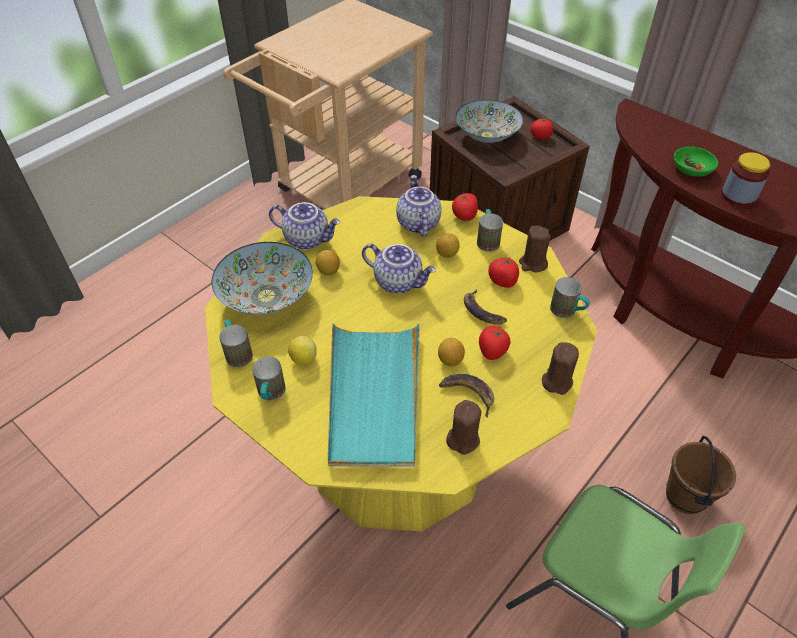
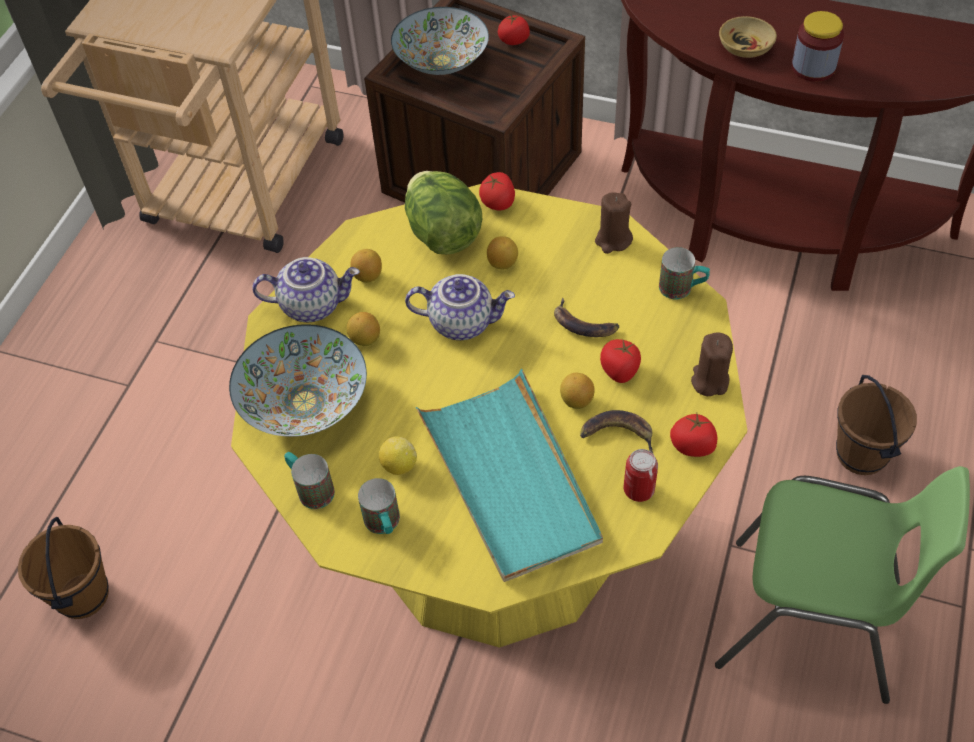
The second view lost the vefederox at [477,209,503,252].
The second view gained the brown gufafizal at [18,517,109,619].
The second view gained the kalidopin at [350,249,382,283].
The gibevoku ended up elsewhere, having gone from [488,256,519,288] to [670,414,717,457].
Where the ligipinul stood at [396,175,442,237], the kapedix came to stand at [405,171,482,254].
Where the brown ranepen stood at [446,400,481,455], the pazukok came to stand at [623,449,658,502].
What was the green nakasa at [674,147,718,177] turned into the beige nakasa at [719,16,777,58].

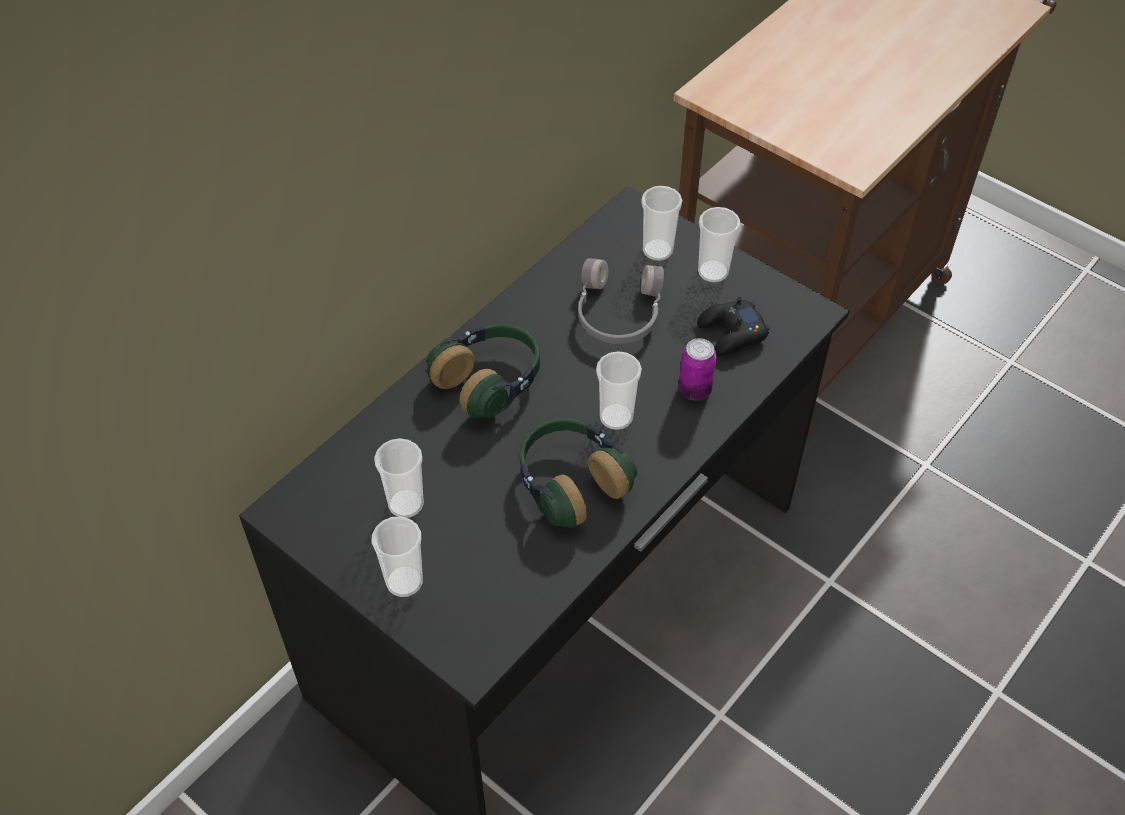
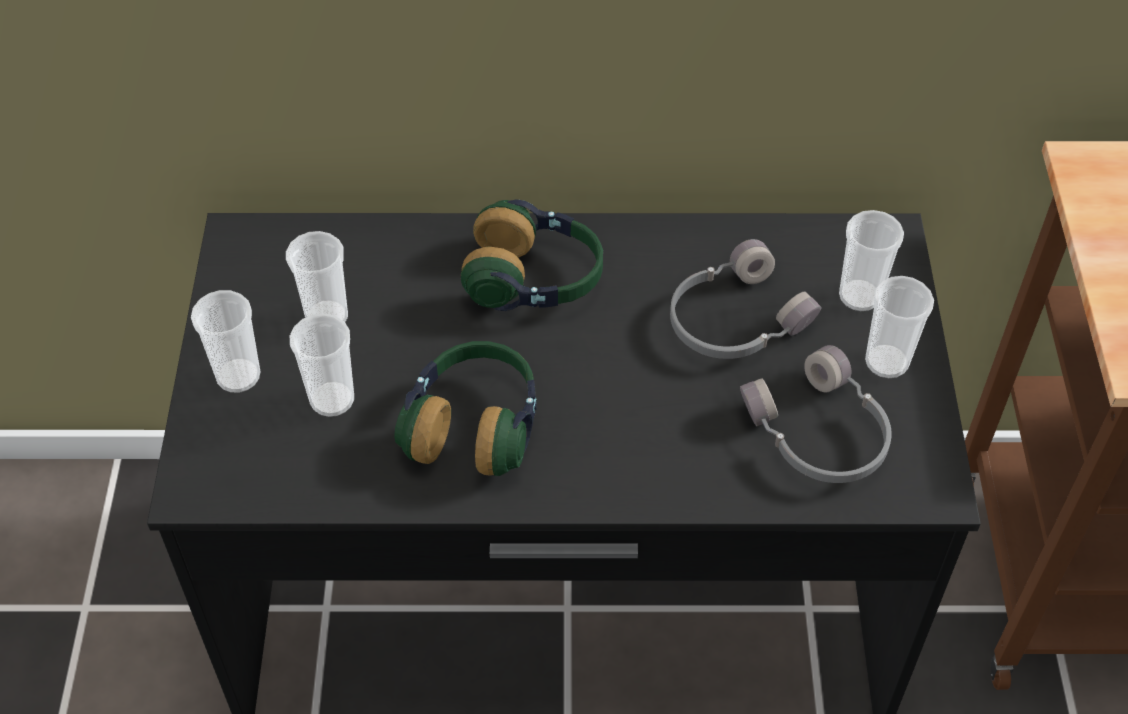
The second view lost the pazukok at [679,338,717,400].
The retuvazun ended up elsewhere, having gone from [596,351,642,430] to [290,313,354,417].
Where the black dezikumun stood at [697,297,770,356], the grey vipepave came to stand at [740,345,892,483].

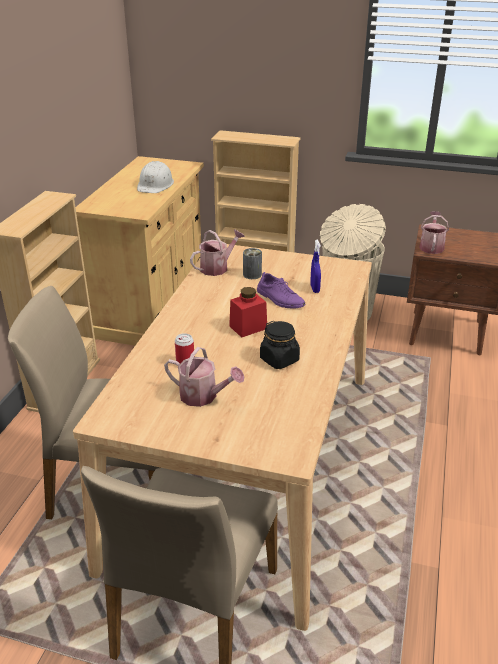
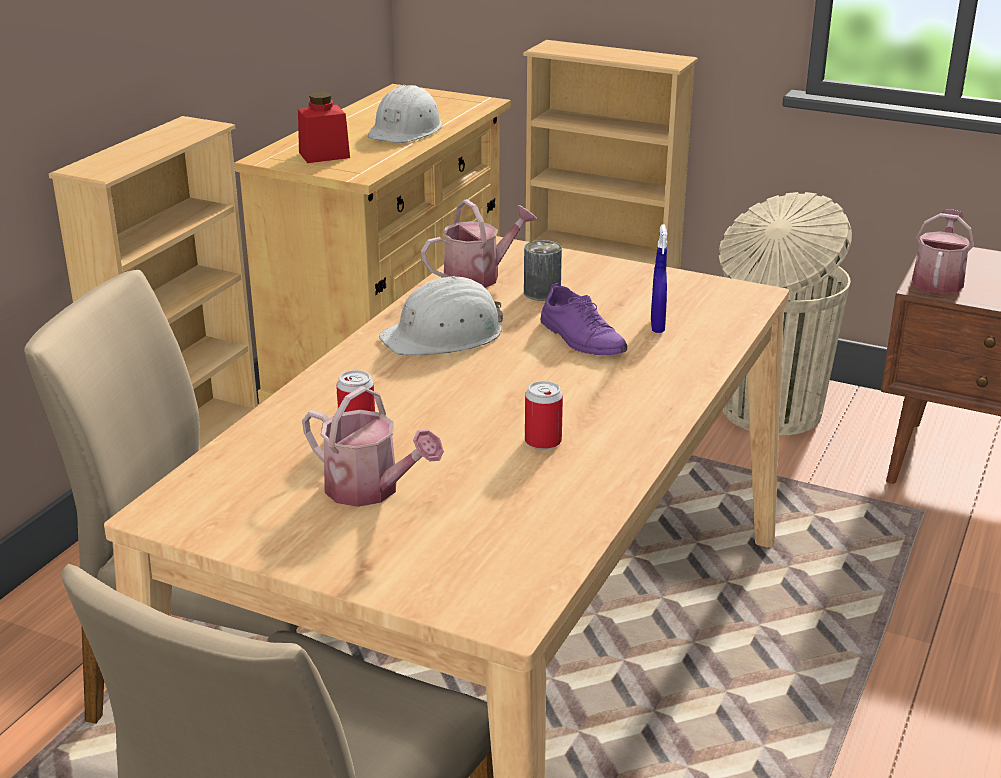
The second view gained the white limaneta at [379,276,503,356].
The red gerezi ended up elsewhere, having gone from [229,287,267,338] to [298,92,350,163].
Where the black gerezi stood at [260,321,300,369], the pazukok came to stand at [525,381,563,449].

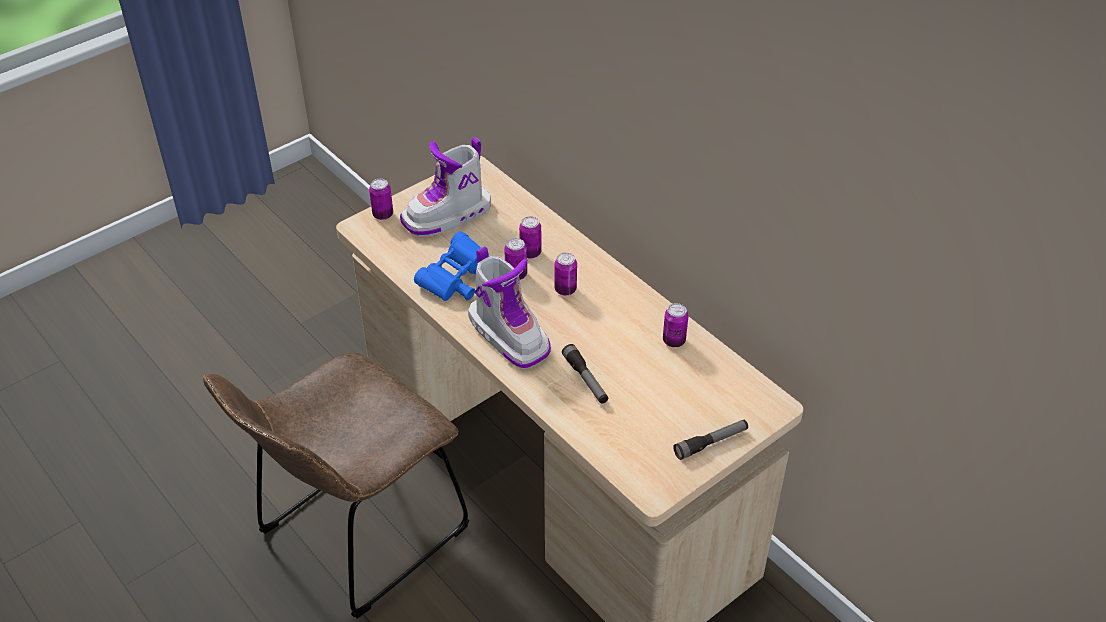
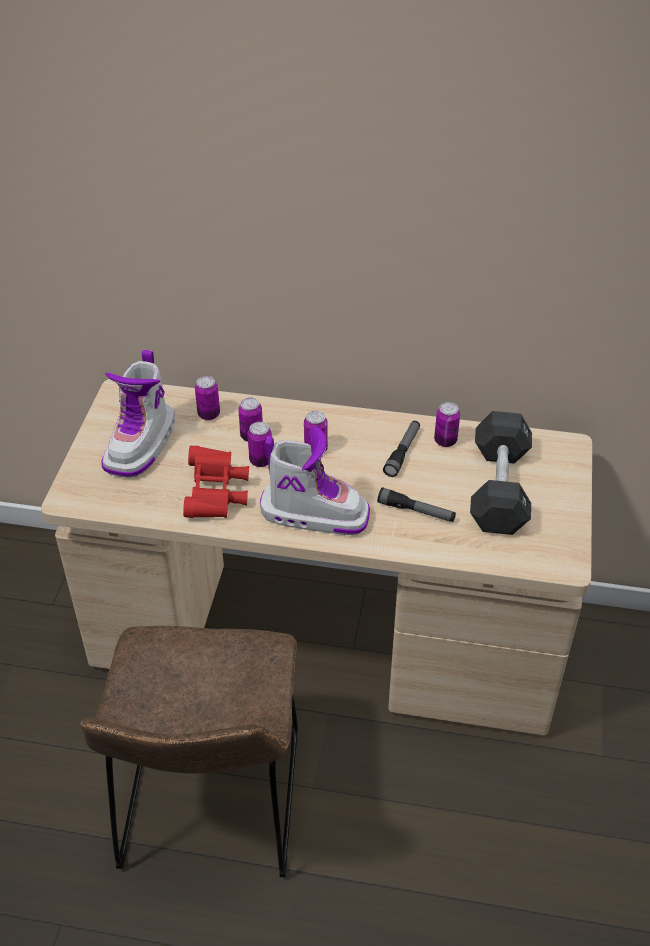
The second view gained the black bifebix at [470,411,532,535].
The pazukok ended up elsewhere, having gone from [369,179,393,220] to [195,376,220,420].
The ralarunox ended up elsewhere, having gone from [673,420,748,460] to [383,421,420,477].
What was the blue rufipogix at [414,231,489,301] turned into the red rufipogix at [183,446,249,518].

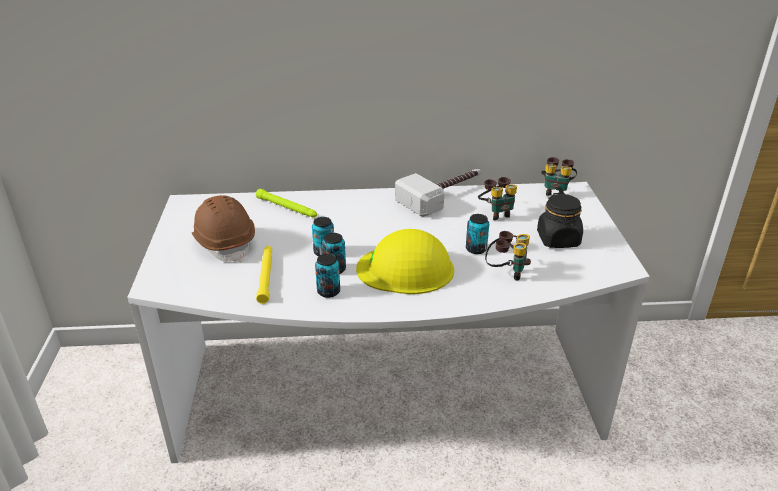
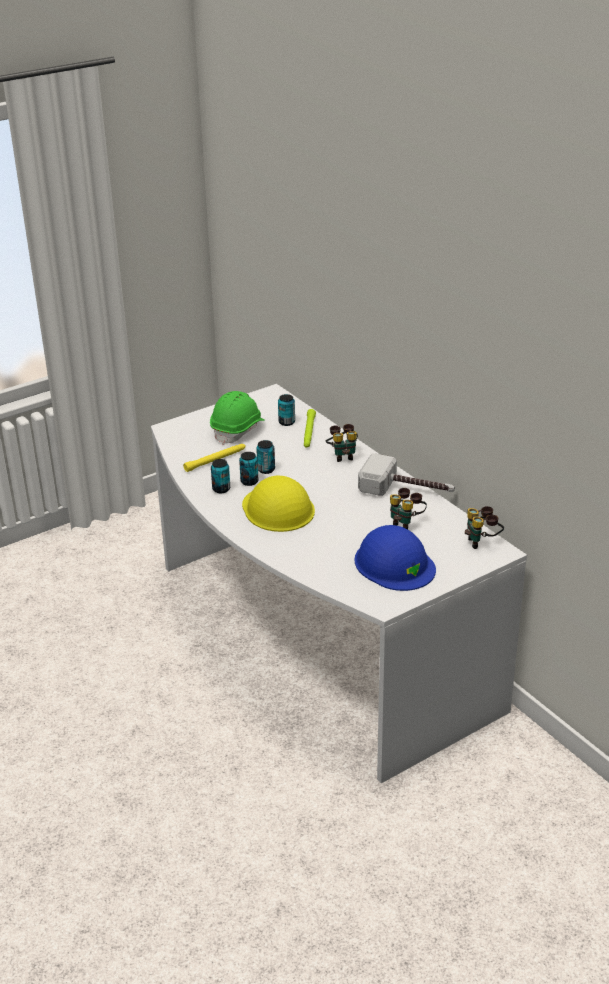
The pazukok ended up elsewhere, having gone from [466,214,489,254] to [278,394,295,426].
The rufipogix ended up elsewhere, having gone from [485,231,531,281] to [326,424,358,462].
Where the black gerezi stood at [537,193,583,248], the blue limaneta came to stand at [354,525,436,591].
What was the brown limaneta at [192,195,255,262] turned into the green limaneta at [210,391,265,445].

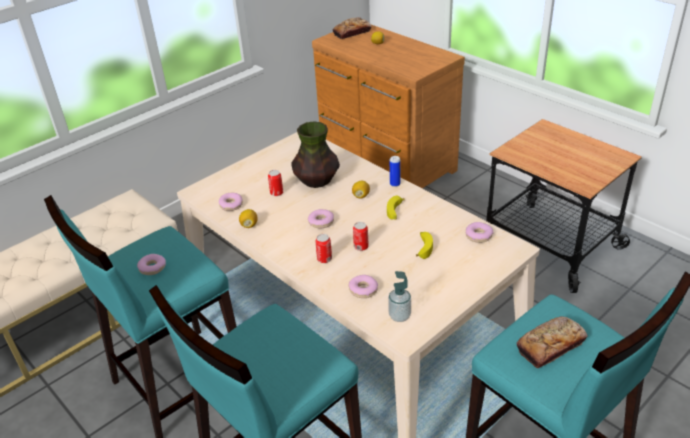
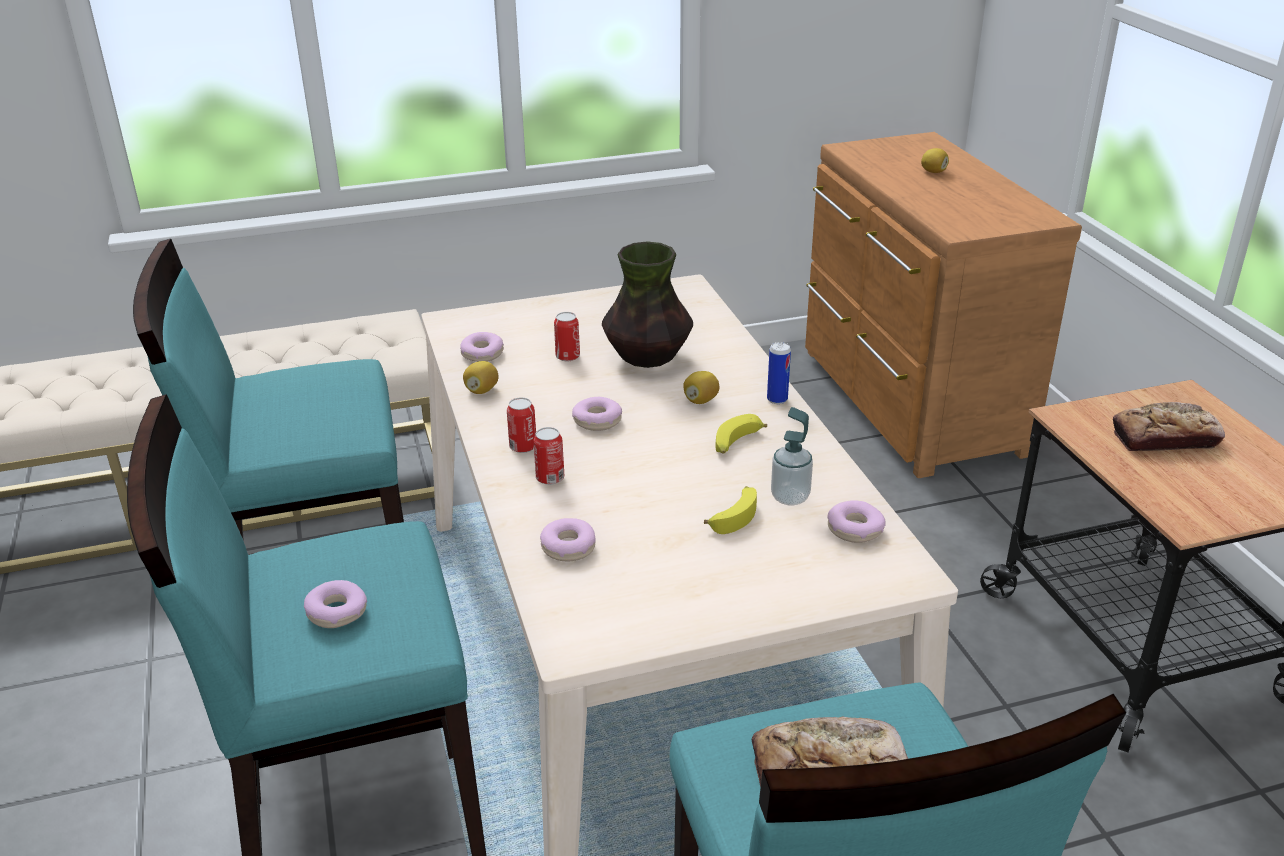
The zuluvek ended up elsewhere, having gone from [137,254,166,275] to [304,580,367,628].
The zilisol ended up elsewhere, having gone from [333,17,372,39] to [1113,402,1225,451].
The pazukok ended up elsewhere, having gone from [353,222,369,251] to [507,397,536,453].
The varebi ended up elsewhere, having gone from [388,271,411,322] to [771,407,813,506].

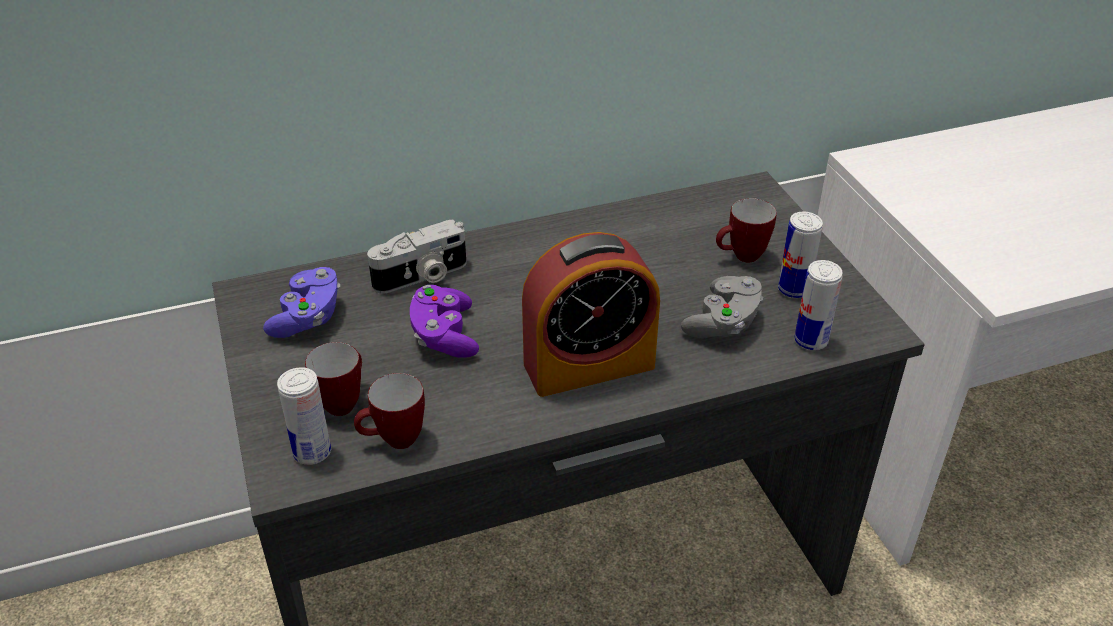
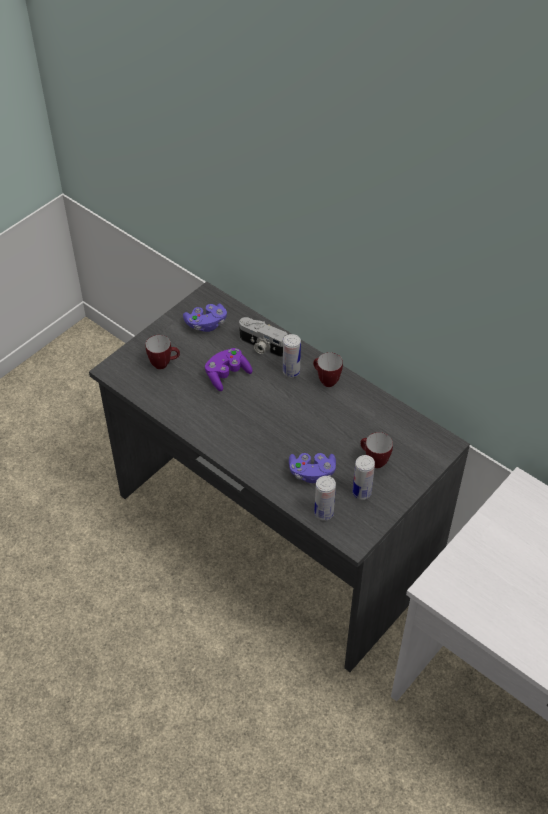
The second view lost the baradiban at [522,232,660,397].
The pazukok ended up elsewhere, having gone from [277,367,331,465] to [283,334,301,377].
The vefederox ended up elsewhere, having gone from [354,373,425,449] to [313,352,343,387].
What was the grey dezikumun at [681,276,763,338] turned into the purple dezikumun at [289,453,336,483].

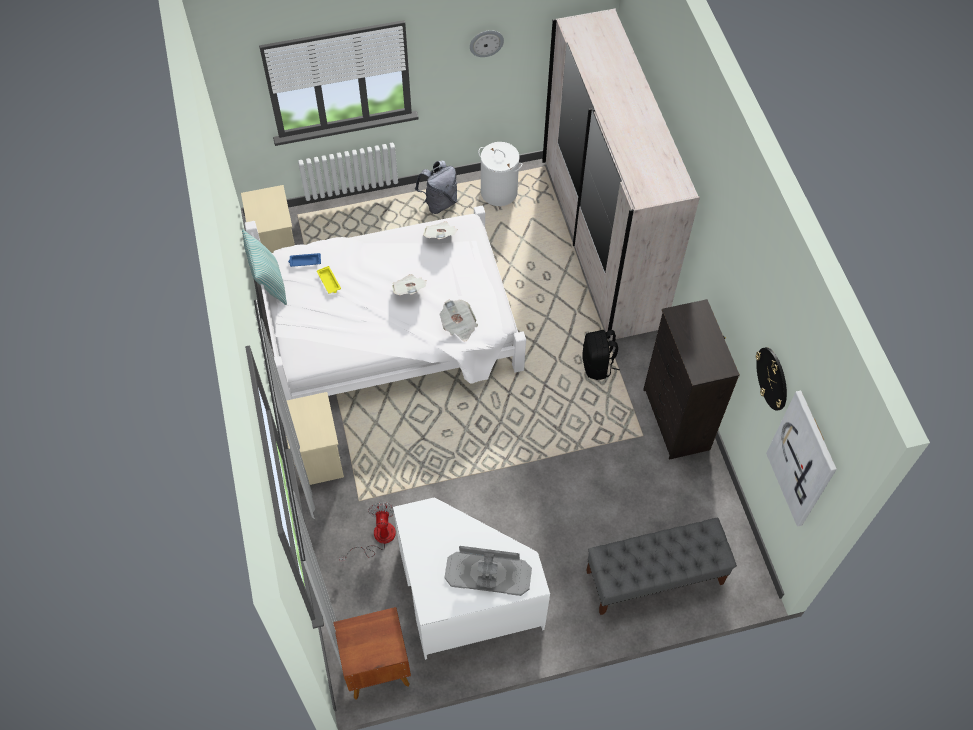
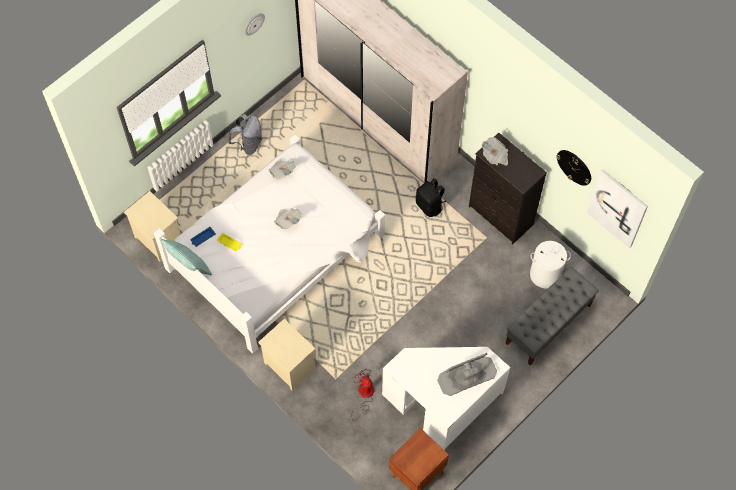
The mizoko ended up elsewhere, having gone from [440,299,478,341] to [482,137,508,165].
The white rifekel ended up elsewhere, having gone from [478,142,522,206] to [530,241,571,289].

